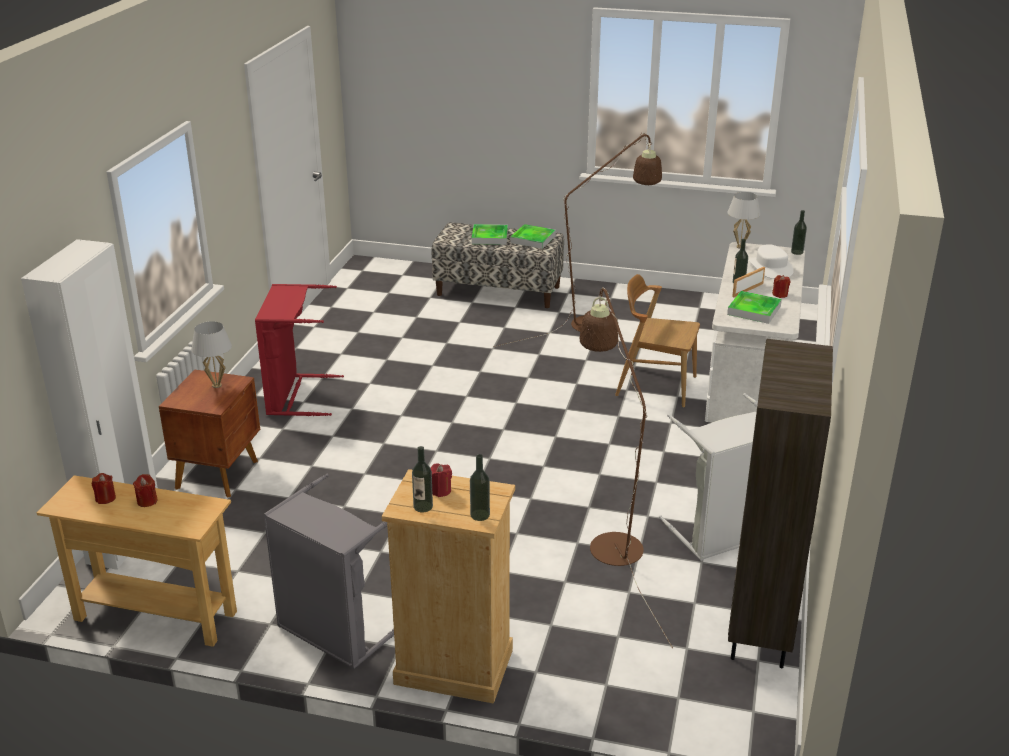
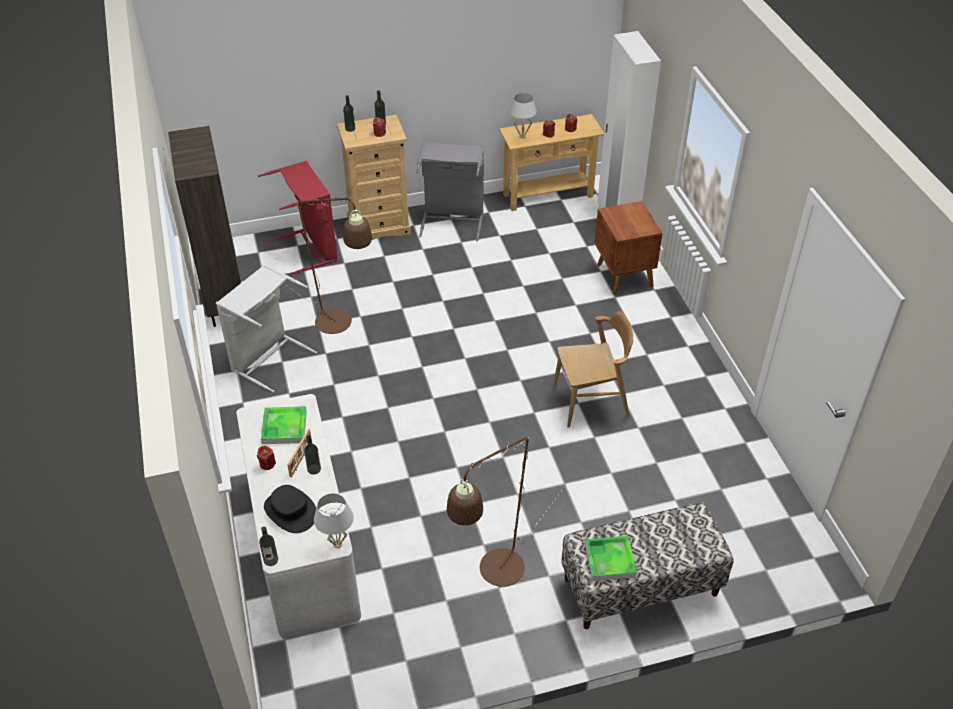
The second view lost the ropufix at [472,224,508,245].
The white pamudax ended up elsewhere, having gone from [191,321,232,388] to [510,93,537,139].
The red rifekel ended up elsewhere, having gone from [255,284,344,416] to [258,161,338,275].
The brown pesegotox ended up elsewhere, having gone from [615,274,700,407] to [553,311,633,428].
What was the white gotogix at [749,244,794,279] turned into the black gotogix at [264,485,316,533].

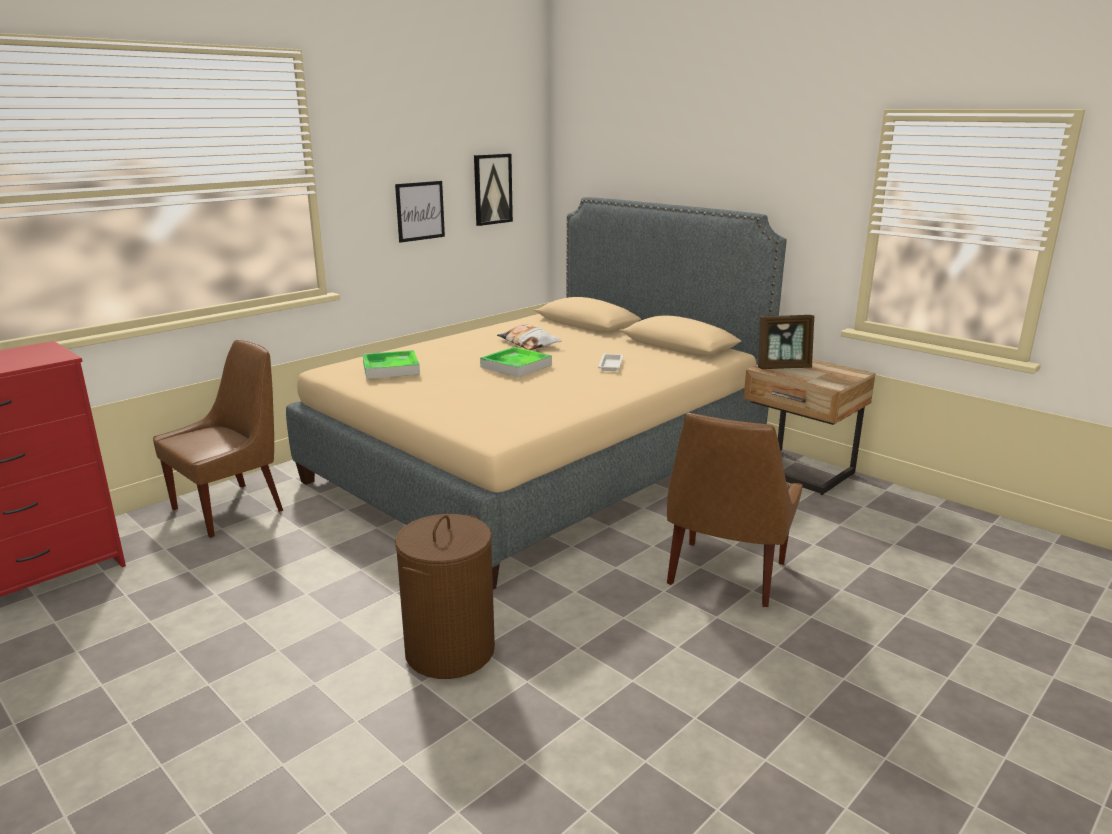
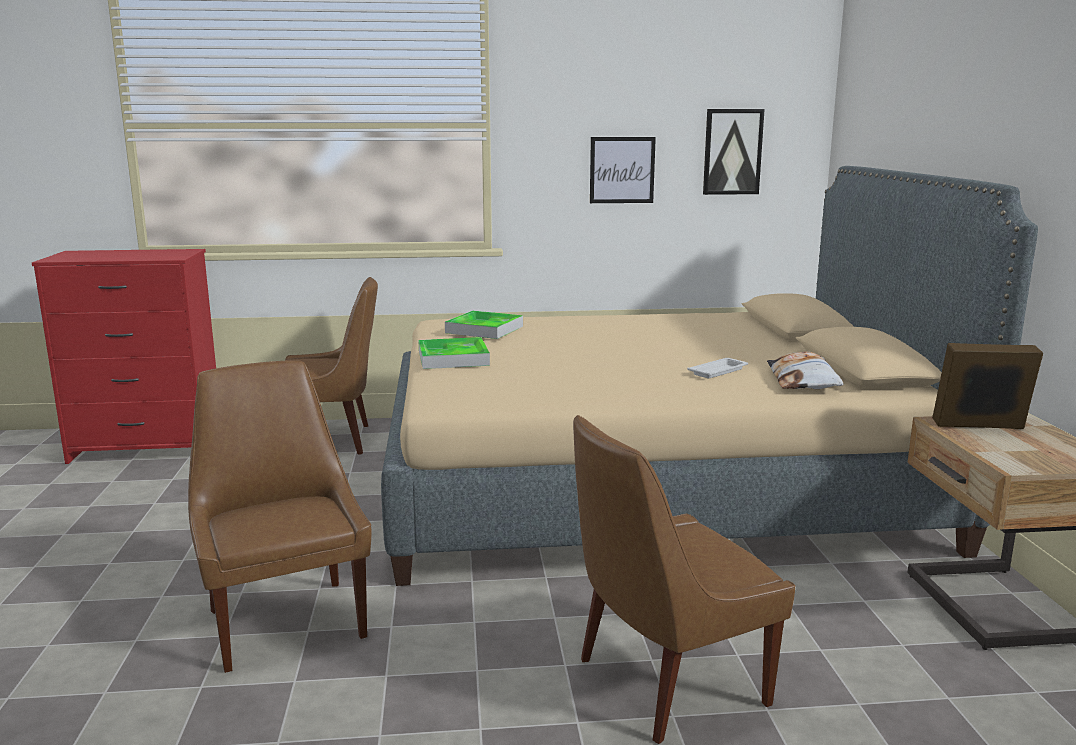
The ropufix ended up elsewhere, having gone from [480,347,552,377] to [418,337,490,369].
The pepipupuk ended up elsewhere, having gone from [497,324,562,350] to [767,352,844,389].
Where the brown rifekel stood at [395,514,495,679], the brown pesegotox came to stand at [188,360,371,673].
The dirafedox at [758,315,814,369] ended up facing another way, 150 degrees clockwise from before.

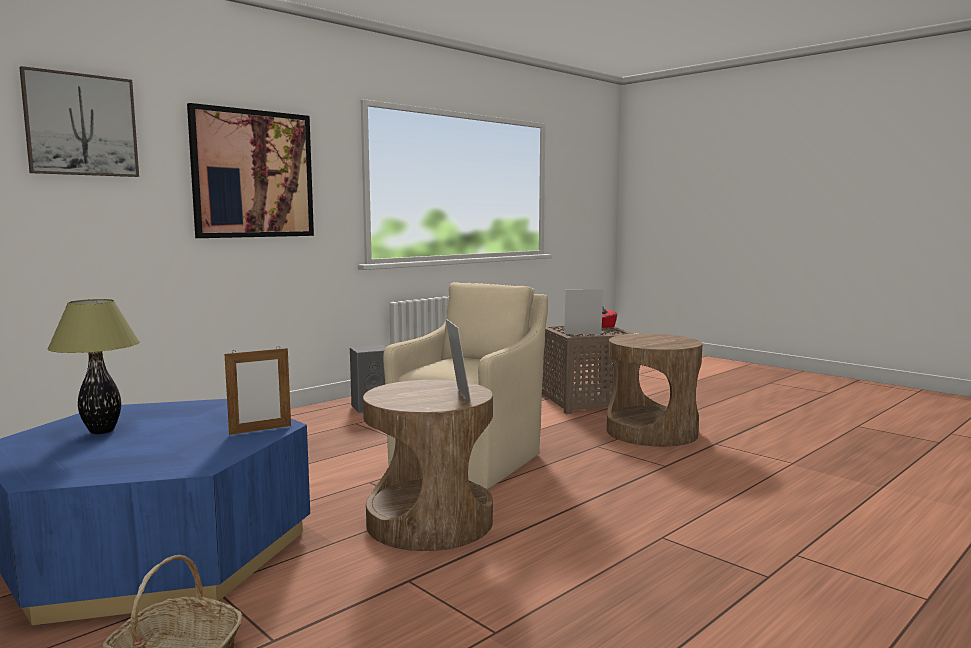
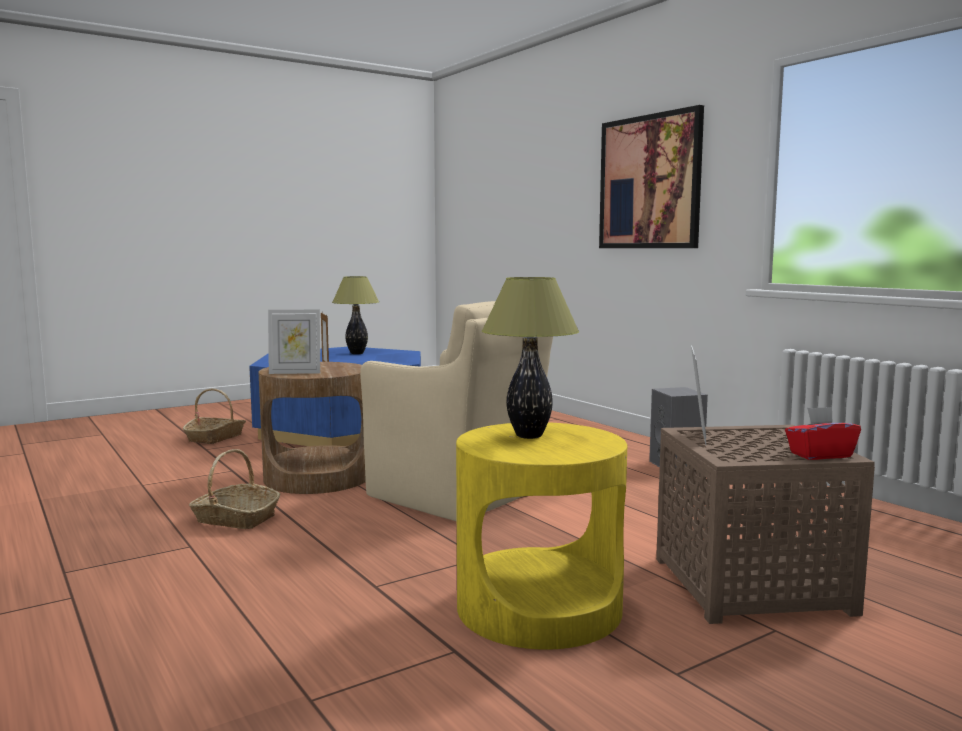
The second view lost the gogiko at [19,66,139,177].
The second view gained the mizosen at [189,449,280,529].
The second view gained the pamudax at [482,277,579,439].
What was the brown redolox at [607,334,702,447] turned into the yellow redolox at [456,422,627,650].

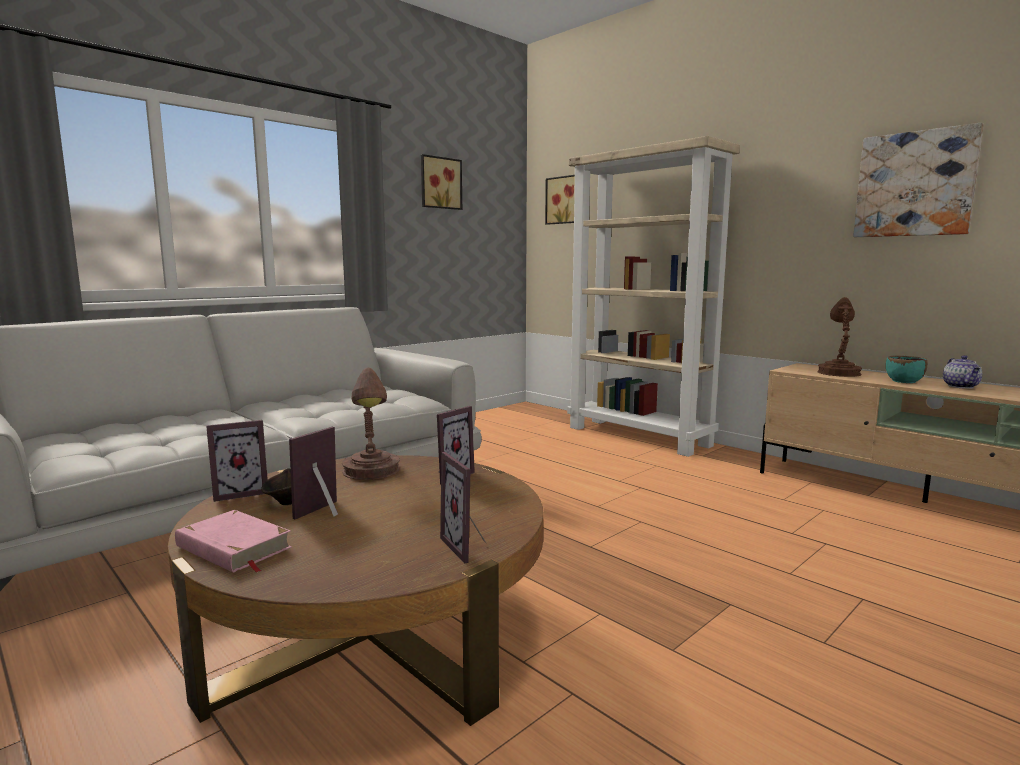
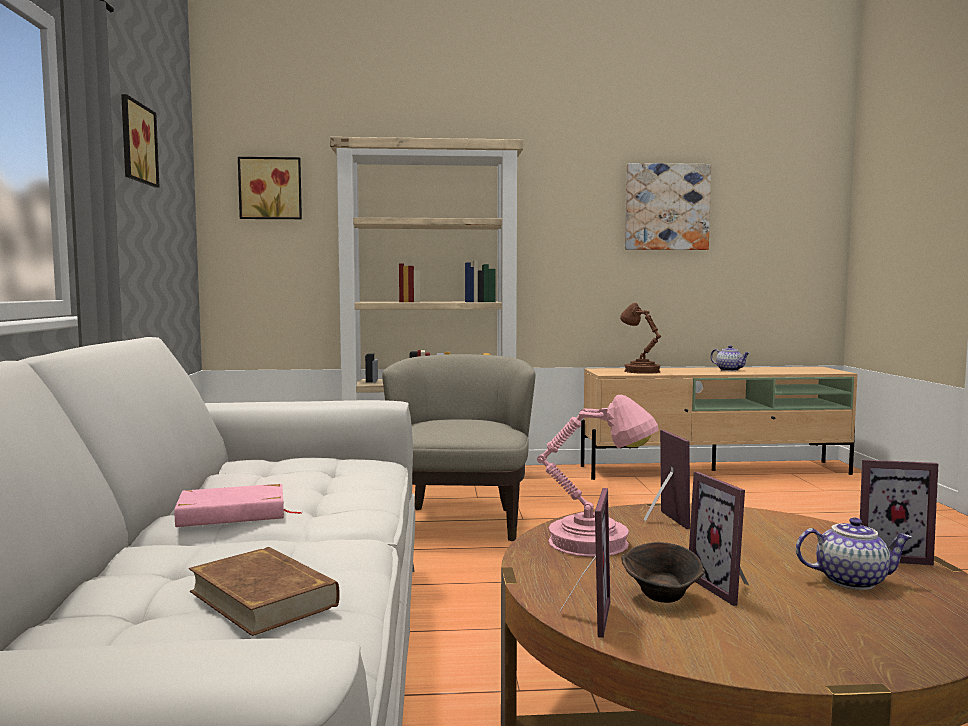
The second view lost the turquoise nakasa at [886,355,928,383].
The second view gained the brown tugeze at [189,547,340,636].
The second view gained the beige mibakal at [382,354,535,541].
The second view gained the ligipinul at [796,517,913,590].
The pink tugeze ended up elsewhere, having gone from [175,510,292,573] to [174,484,301,527].
What was the brown pamudax at [342,368,400,480] turned into the pink pamudax at [537,395,659,557].

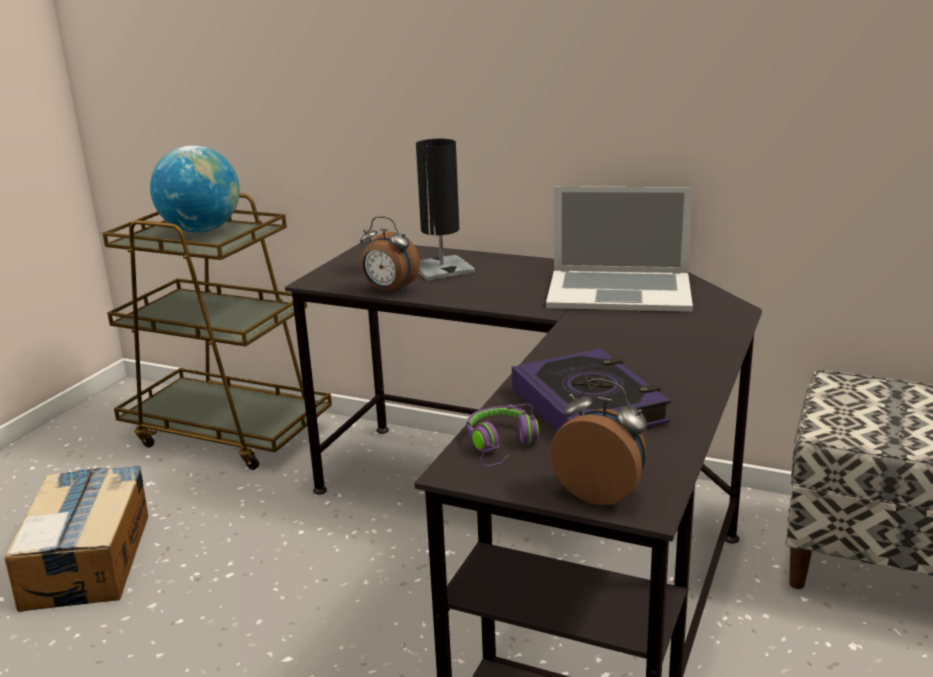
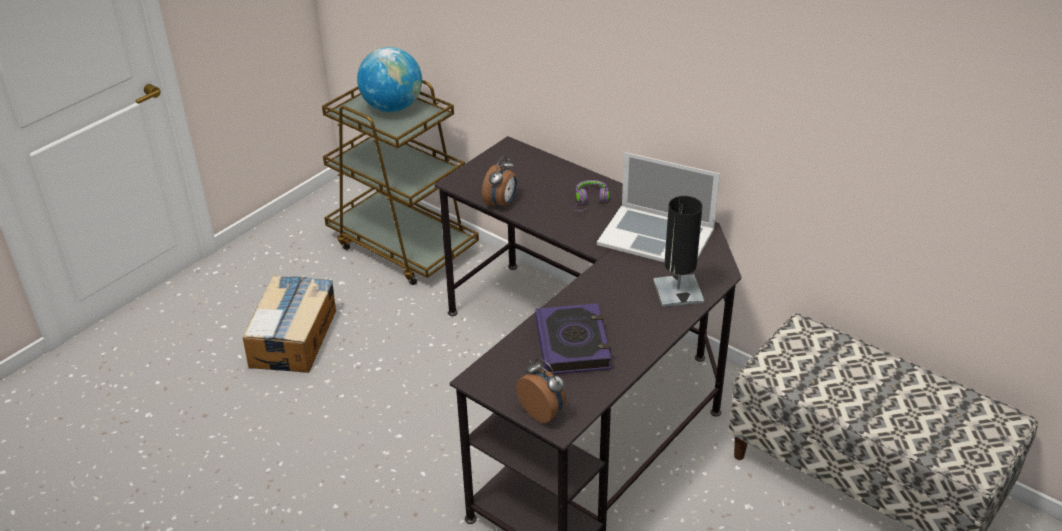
The black pamudax ended up elsewhere, having gone from [416,139,475,281] to [653,196,704,307].
The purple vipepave ended up elsewhere, having gone from [466,404,539,466] to [574,180,609,211].
The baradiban at [360,216,420,294] ended up facing another way, 105 degrees counterclockwise from before.

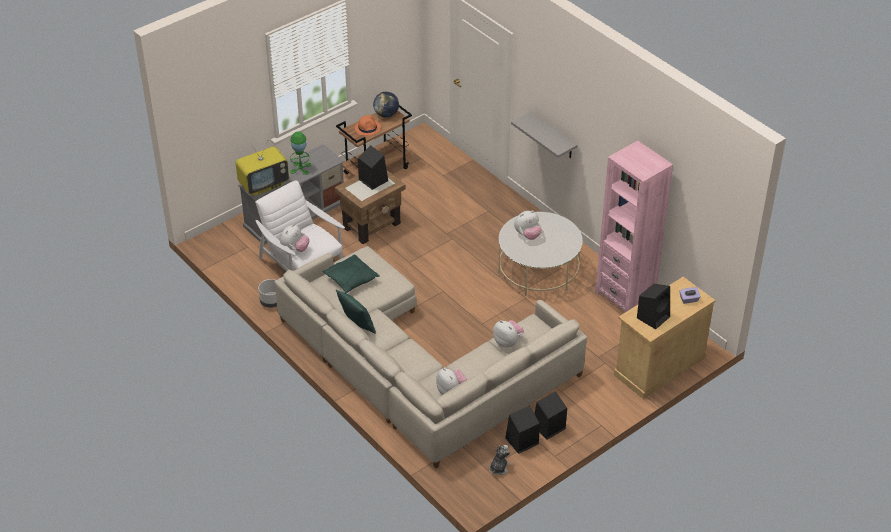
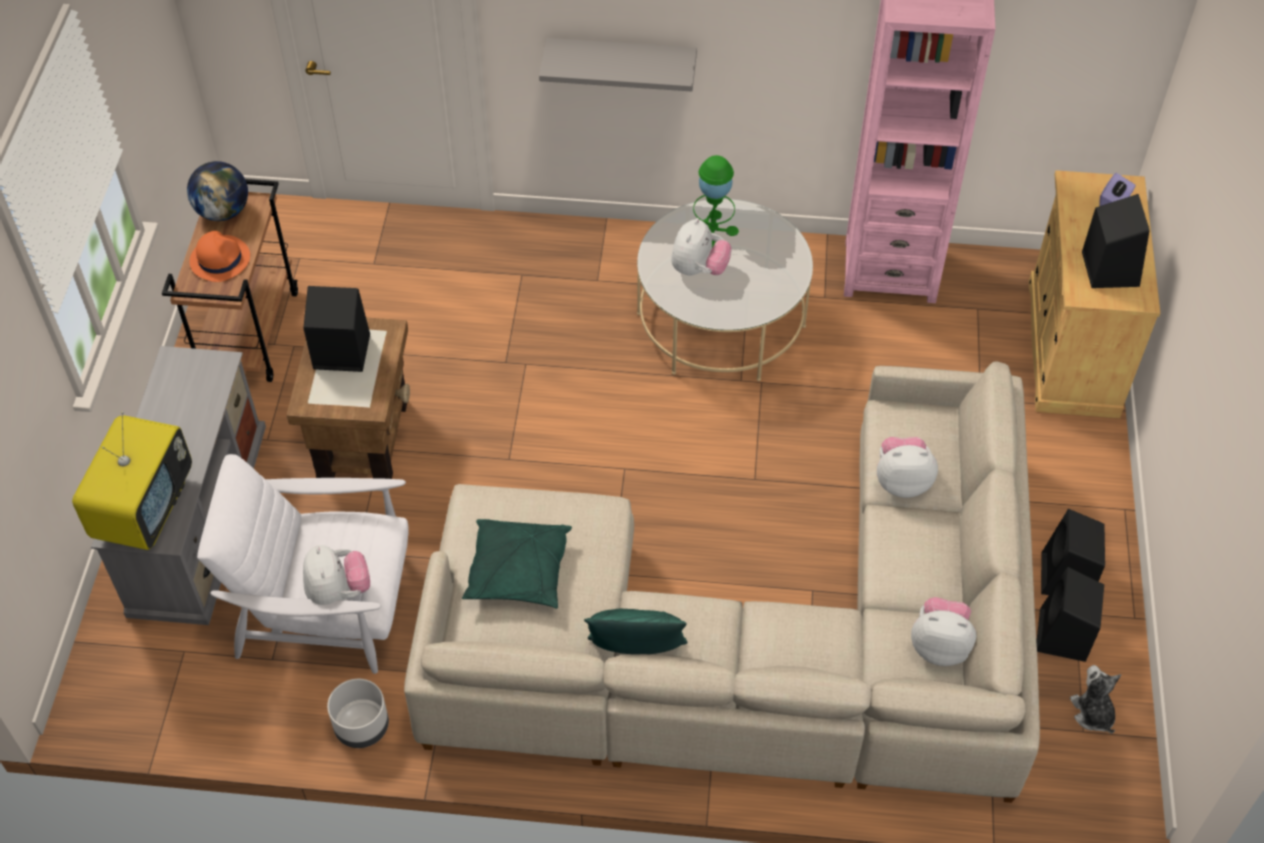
The green pamudax ended up elsewhere, having gone from [290,131,311,175] to [693,155,739,247].

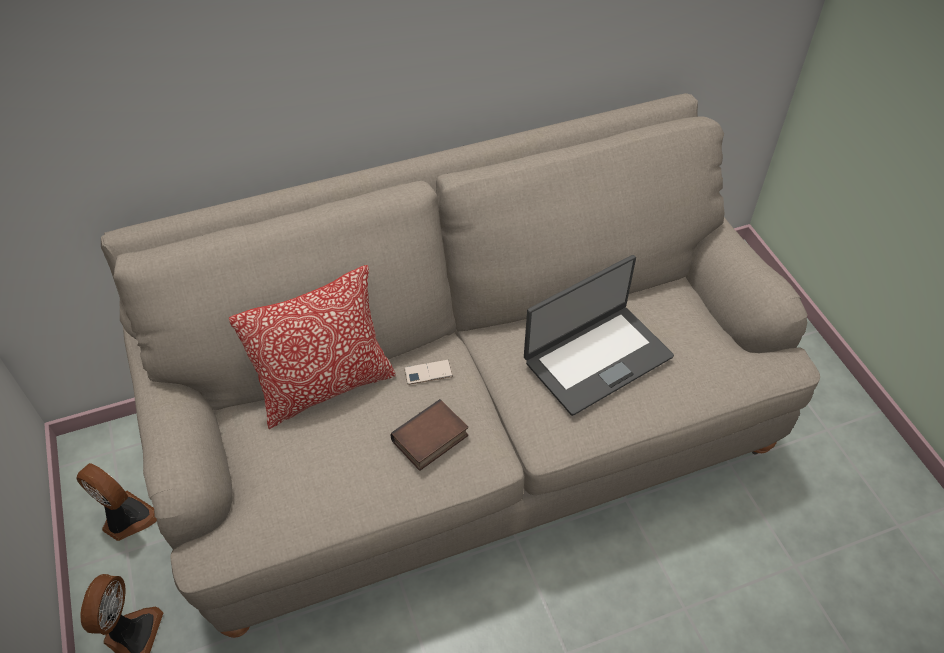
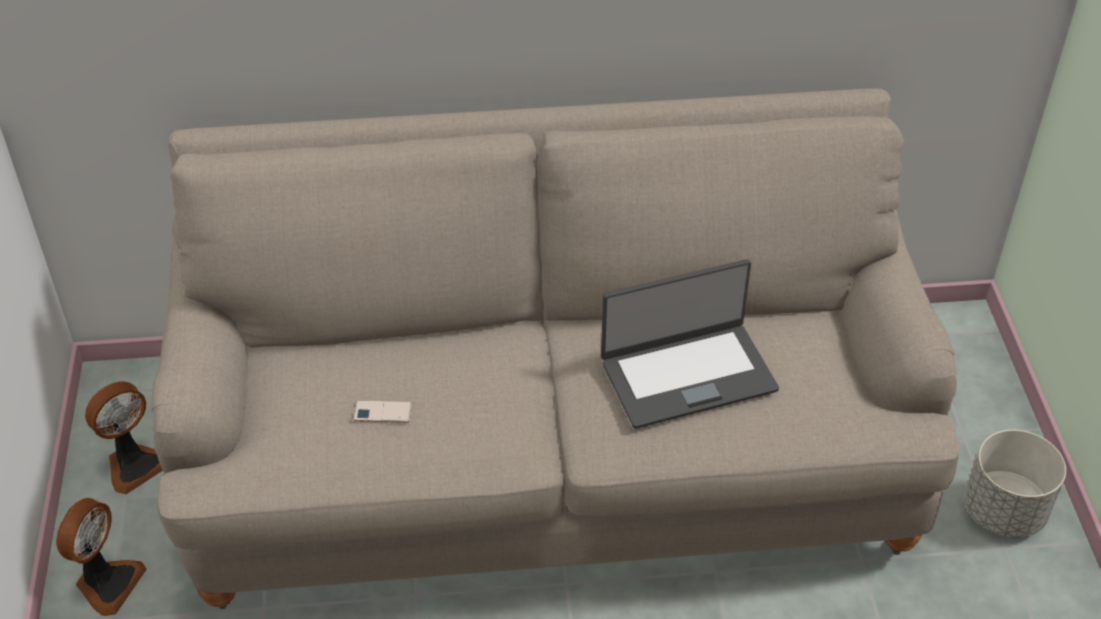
The second view lost the pepipupuk at [229,265,395,429].
The second view lost the tugeze at [390,399,468,471].
The second view gained the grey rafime at [965,430,1066,538].
The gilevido ended up elsewhere, having gone from [404,360,453,385] to [353,400,412,423].
The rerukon at [76,463,157,541] ended up facing another way, 90 degrees clockwise from before.

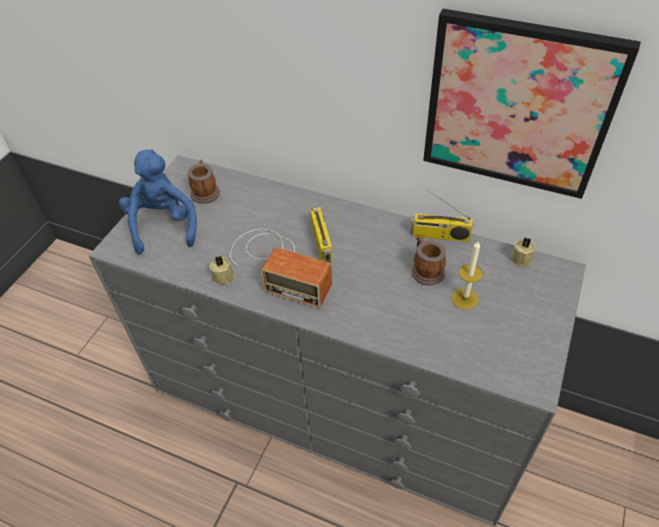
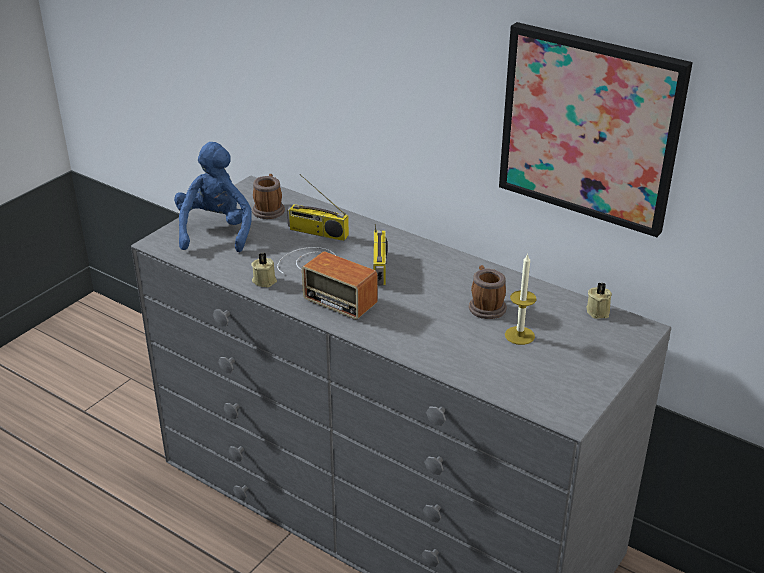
The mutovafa ended up elsewhere, having gone from [410,189,473,242] to [287,174,349,241].

